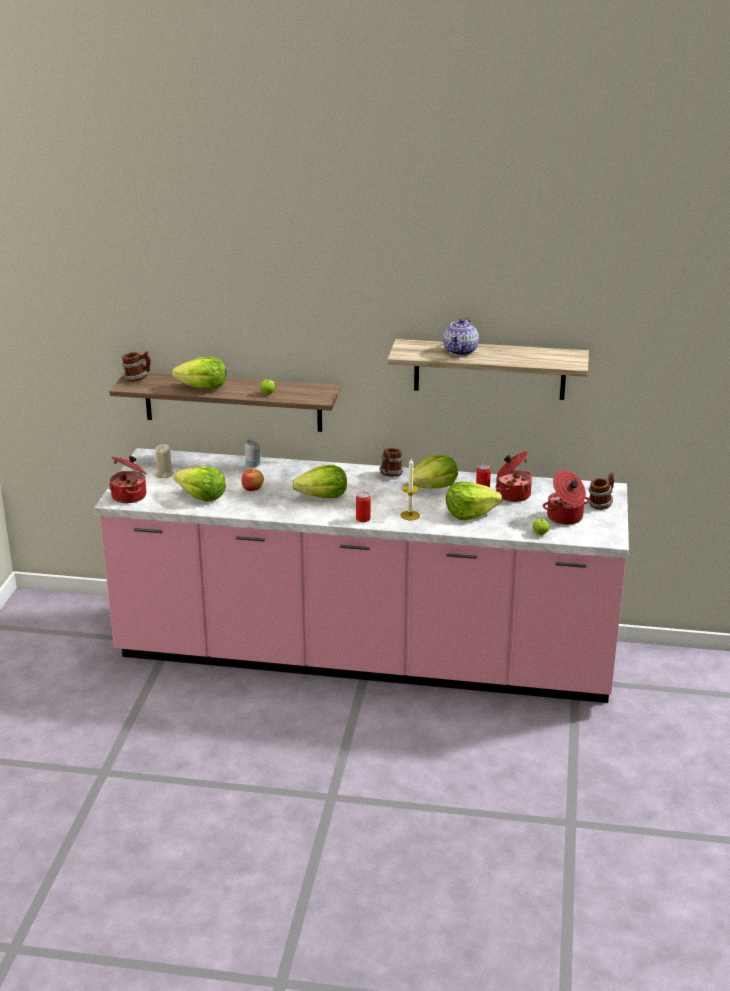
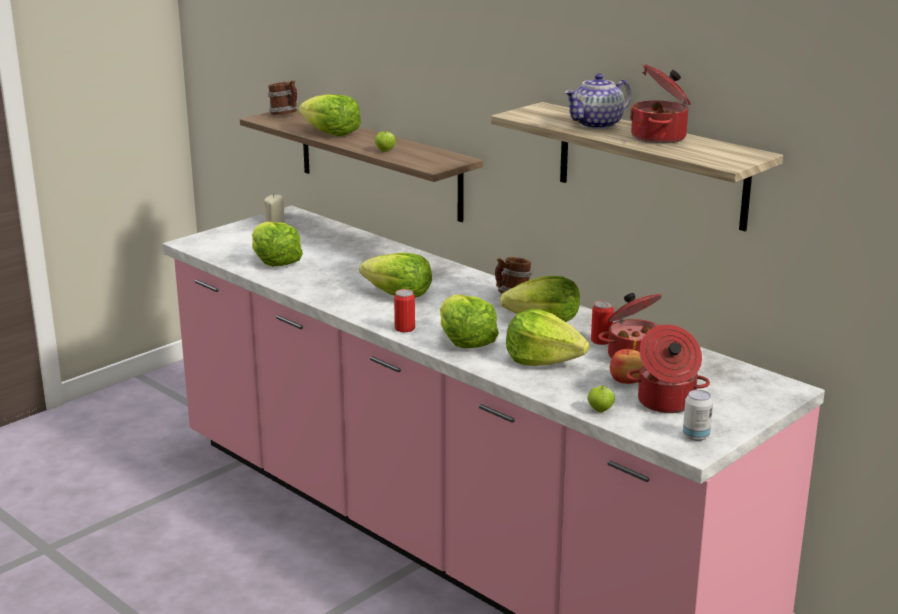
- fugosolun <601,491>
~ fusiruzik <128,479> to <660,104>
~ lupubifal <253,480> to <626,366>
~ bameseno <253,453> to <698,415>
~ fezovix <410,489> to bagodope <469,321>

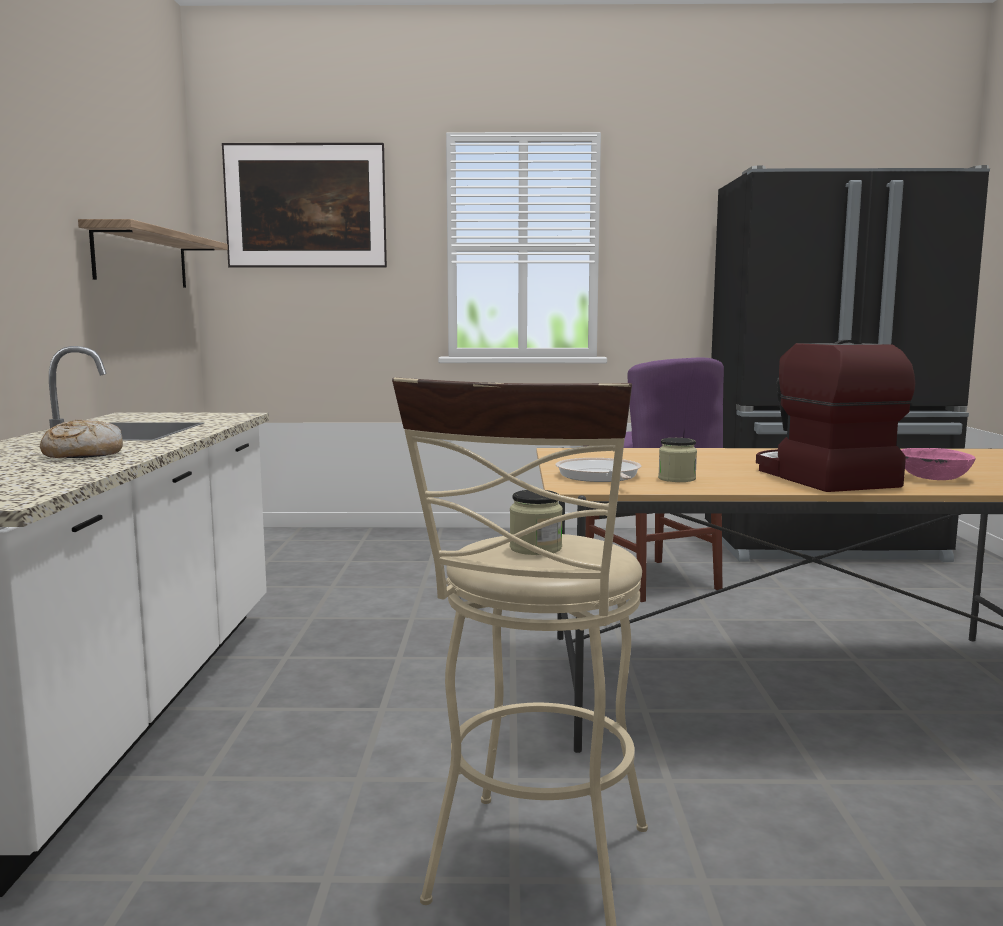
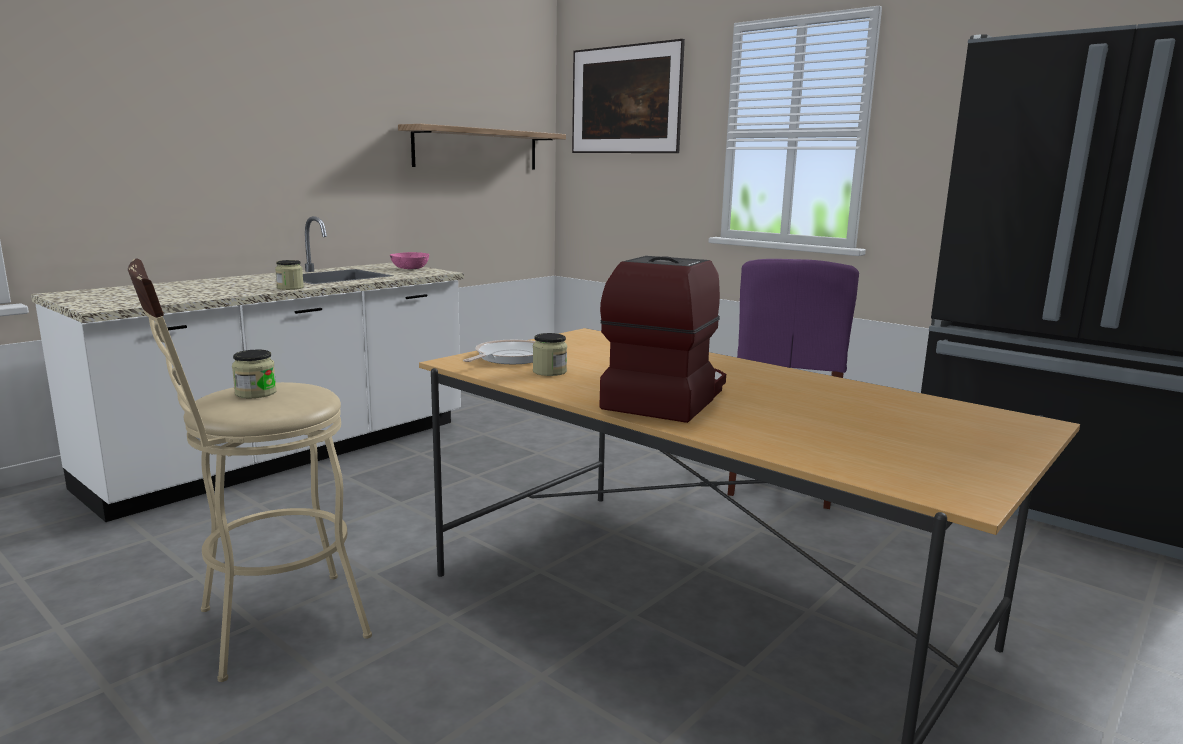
- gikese <81,438>
+ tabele <289,275>
~ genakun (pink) <938,464> to <409,261>

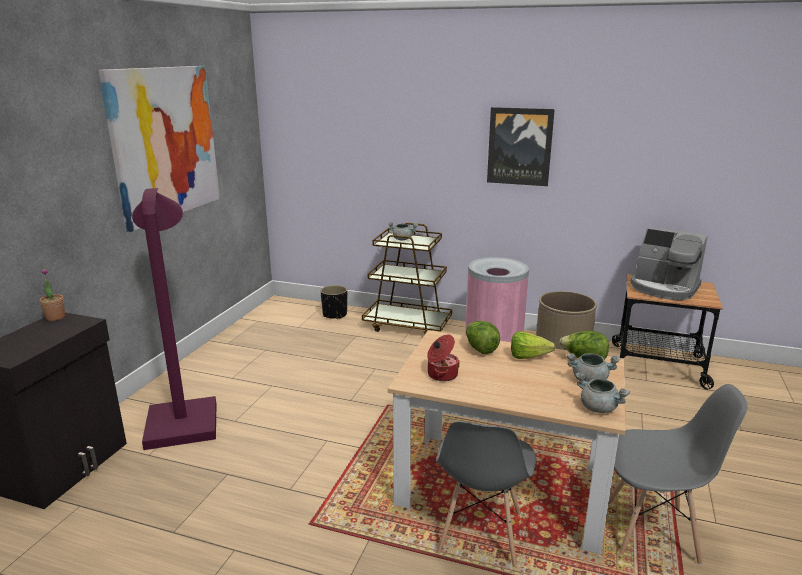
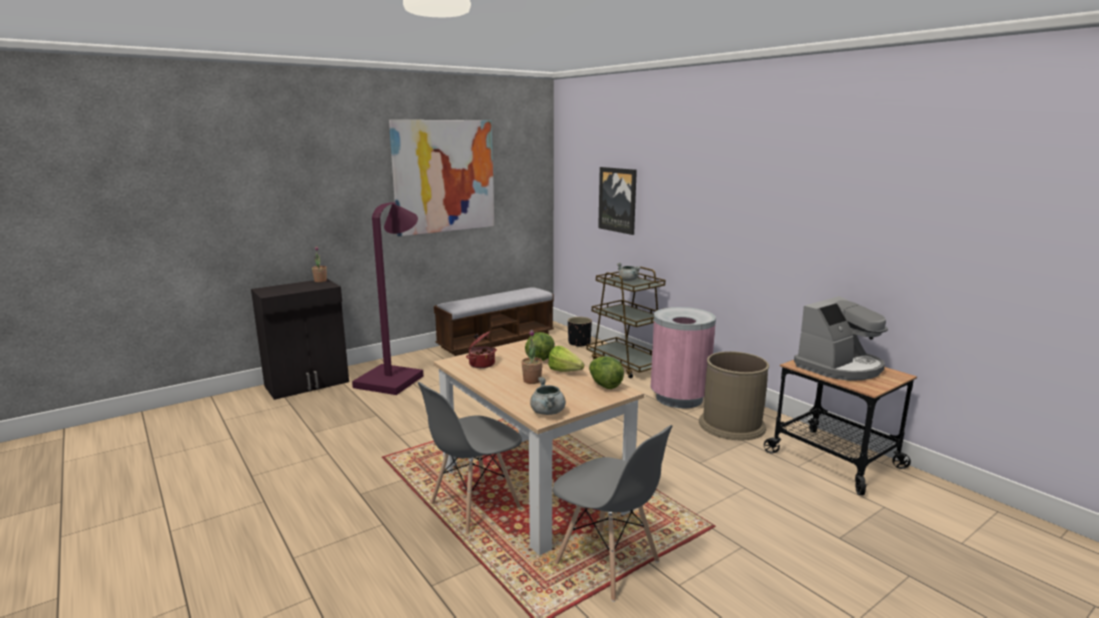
- fusiruzik (grey) <594,367>
+ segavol <494,321>
+ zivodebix <532,357>
~ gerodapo <521,146> to <617,201>
~ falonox <669,263> = <841,338> 105 degrees counterclockwise

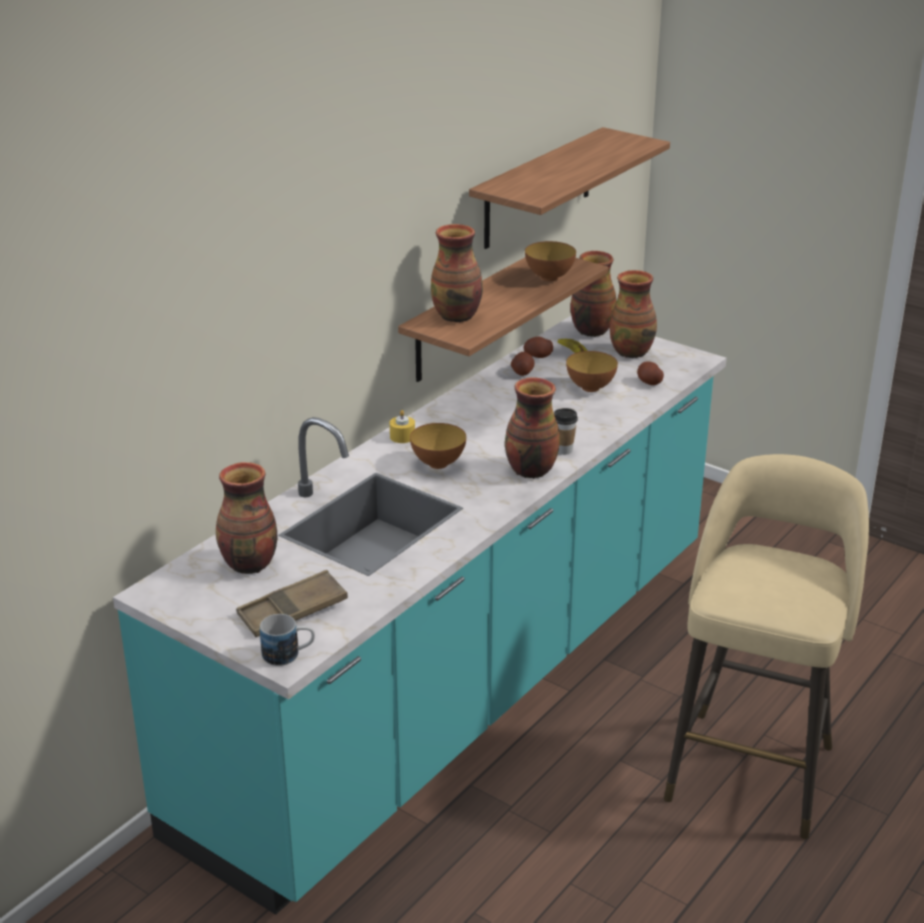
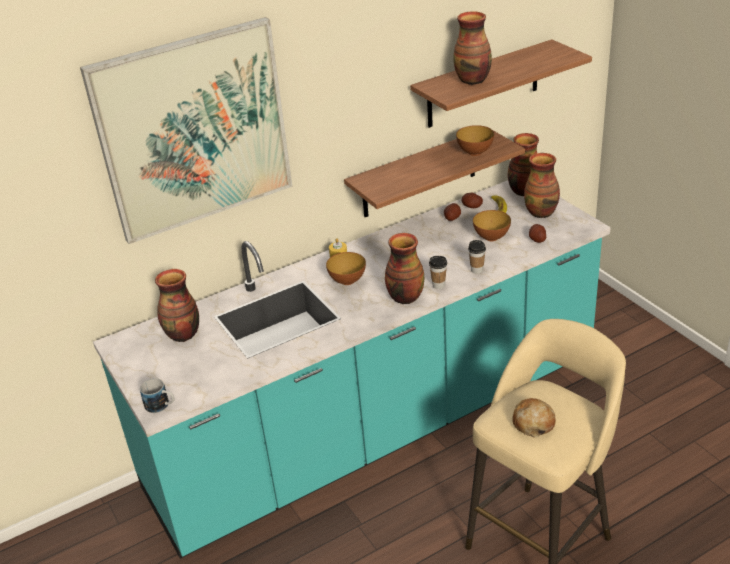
- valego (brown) <292,603>
+ gerodapo <186,130>
+ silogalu <477,257>
+ gikese <534,418>
~ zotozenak <457,273> to <472,48>

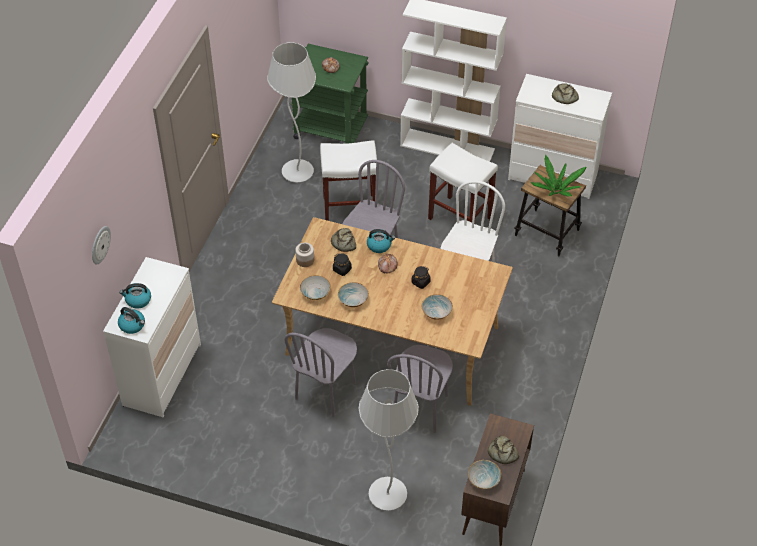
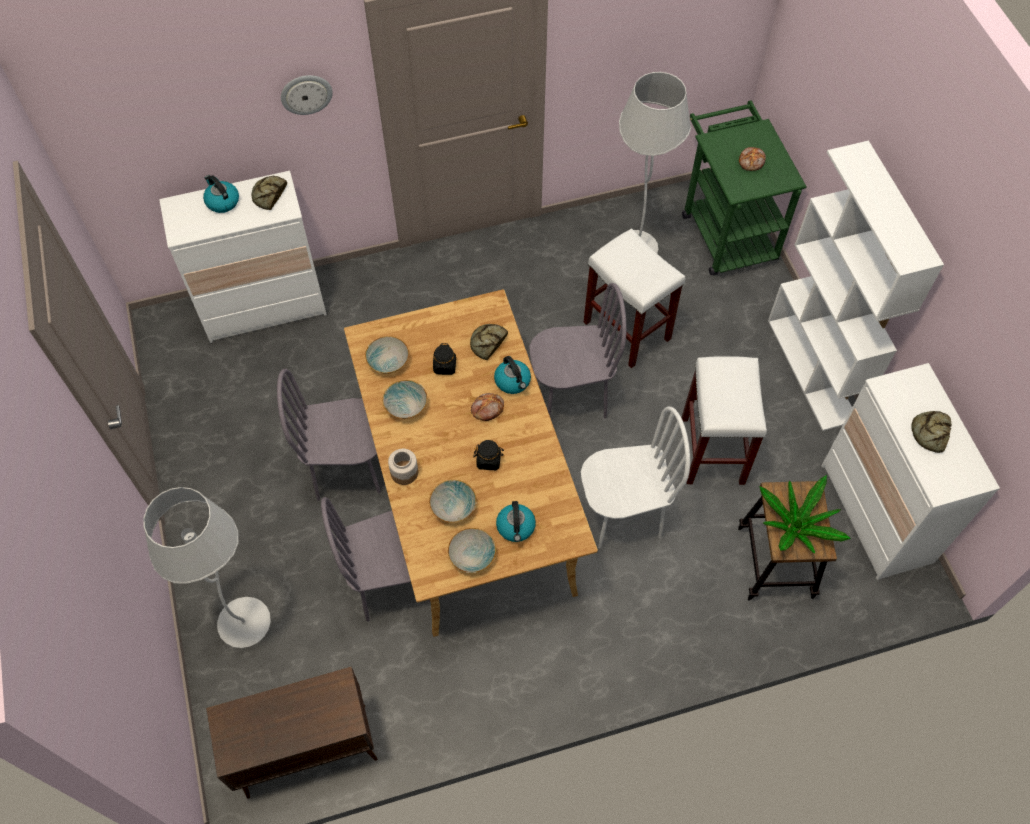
~ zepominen <101,245> to <307,95>
~ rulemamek <131,320> to <516,521>
~ tabele <304,255> to <403,467>
~ genakun <484,474> to <472,550>
~ gikese <503,450> to <269,193>

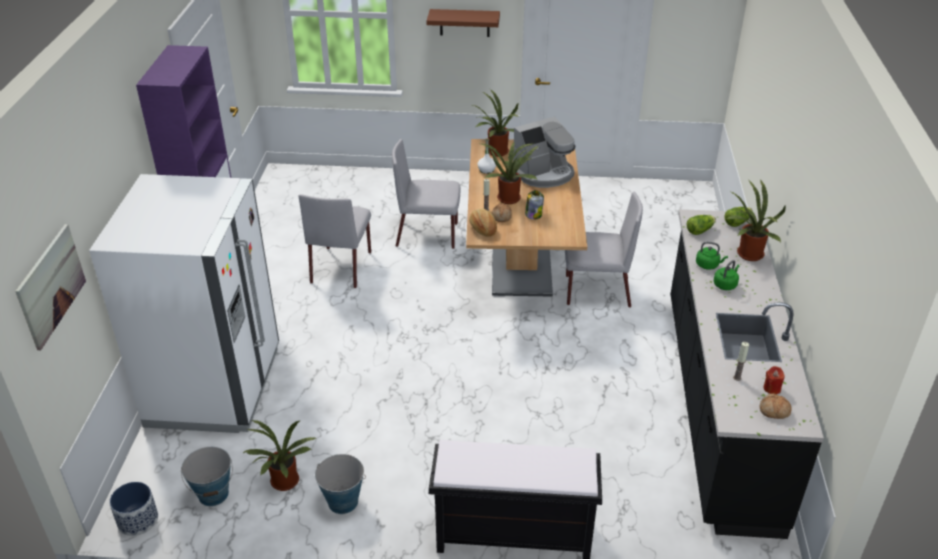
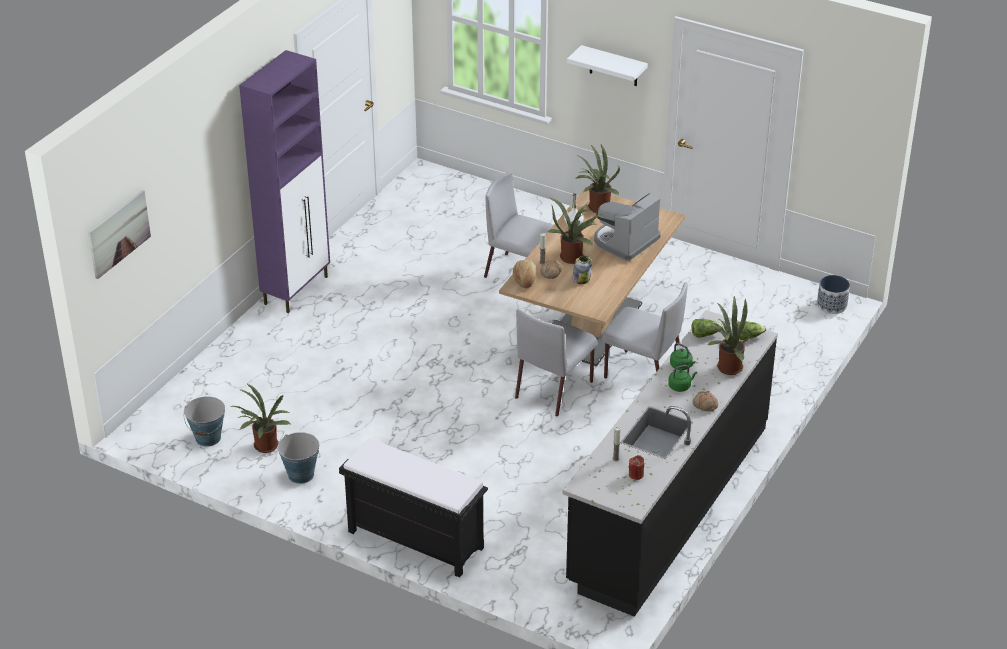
- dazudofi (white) <184,303>
~ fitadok <133,509> to <833,294>
~ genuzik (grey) <335,241> to <556,363>
~ gikese <776,406> to <705,401>
~ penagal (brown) <463,23> to penagal (white) <607,65>
~ falonox <544,152> = <627,227> 135 degrees clockwise

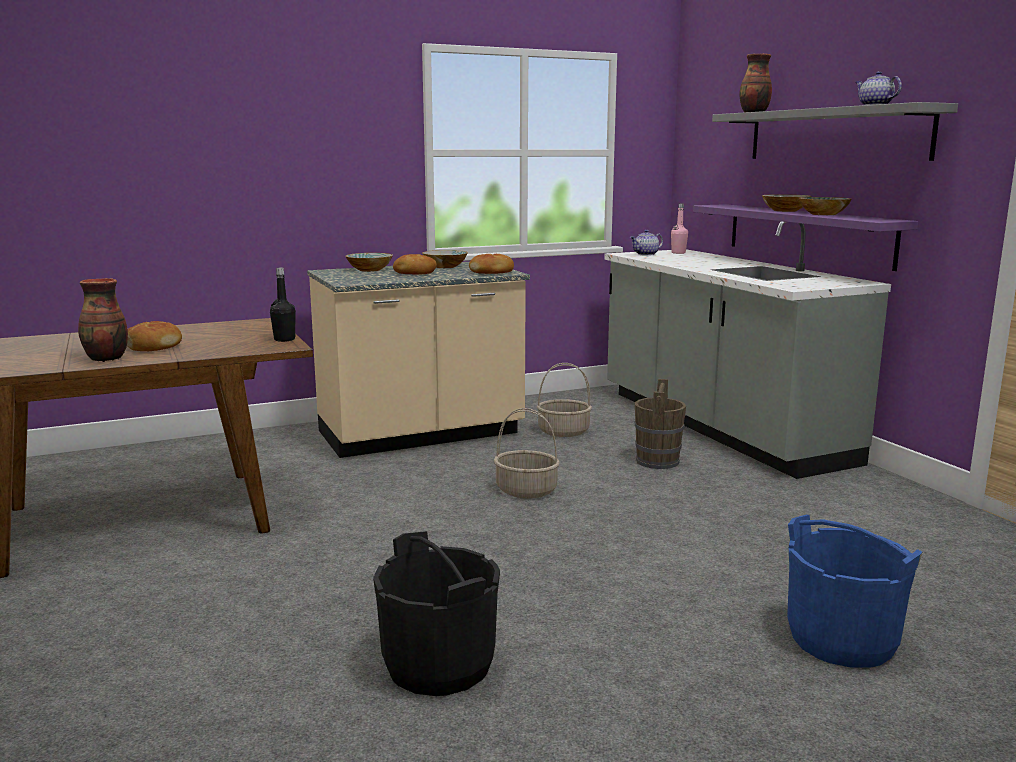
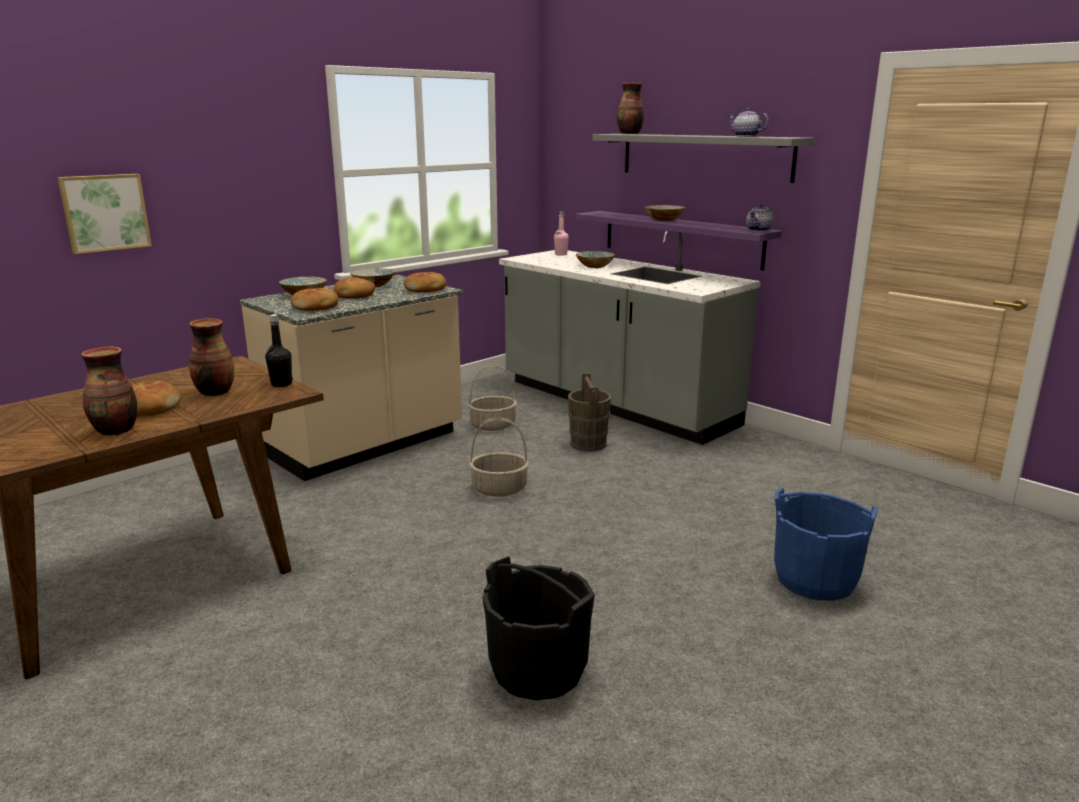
+ gerodapo <104,214>
+ zotozenak <211,357>
+ gikese <315,299>
~ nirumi <646,243> to <760,218>
~ genakun <825,206> to <595,259>

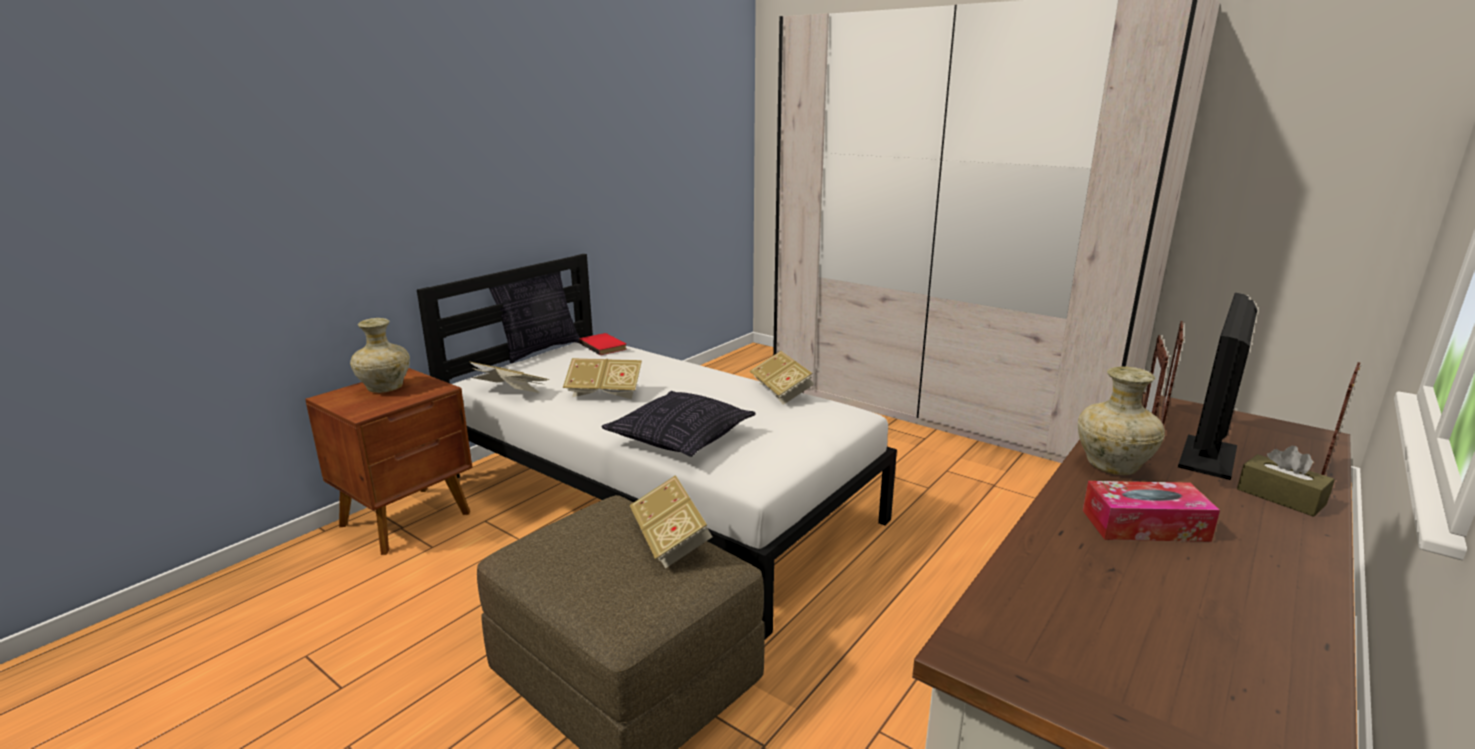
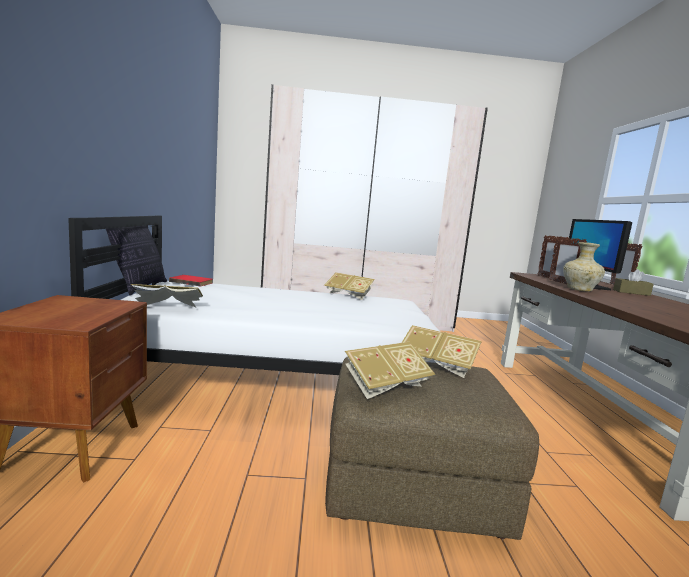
- zotozenak (beige) <380,355>
- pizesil <678,424>
- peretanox <1151,511>
~ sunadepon <602,378> to <390,370>

